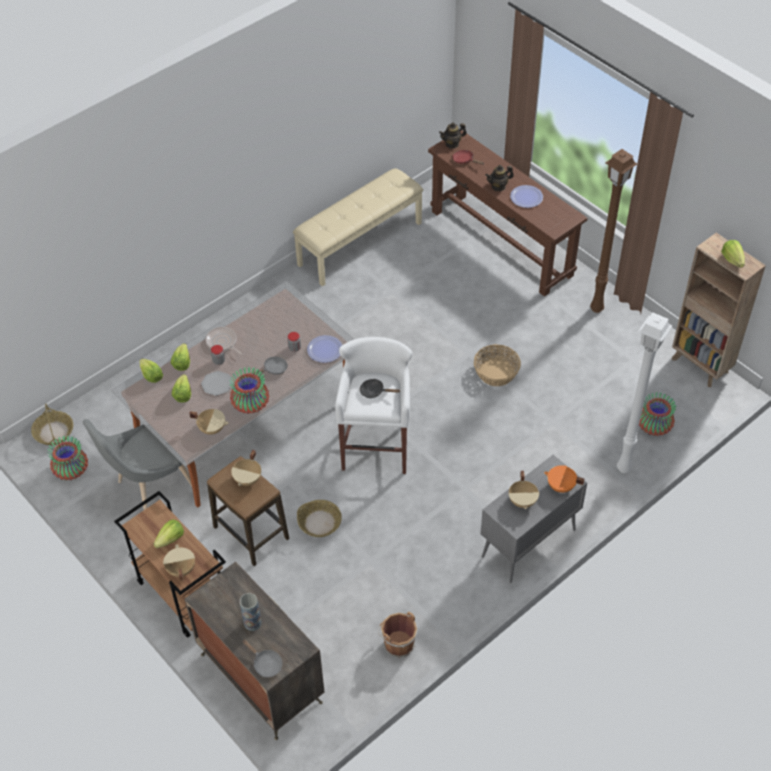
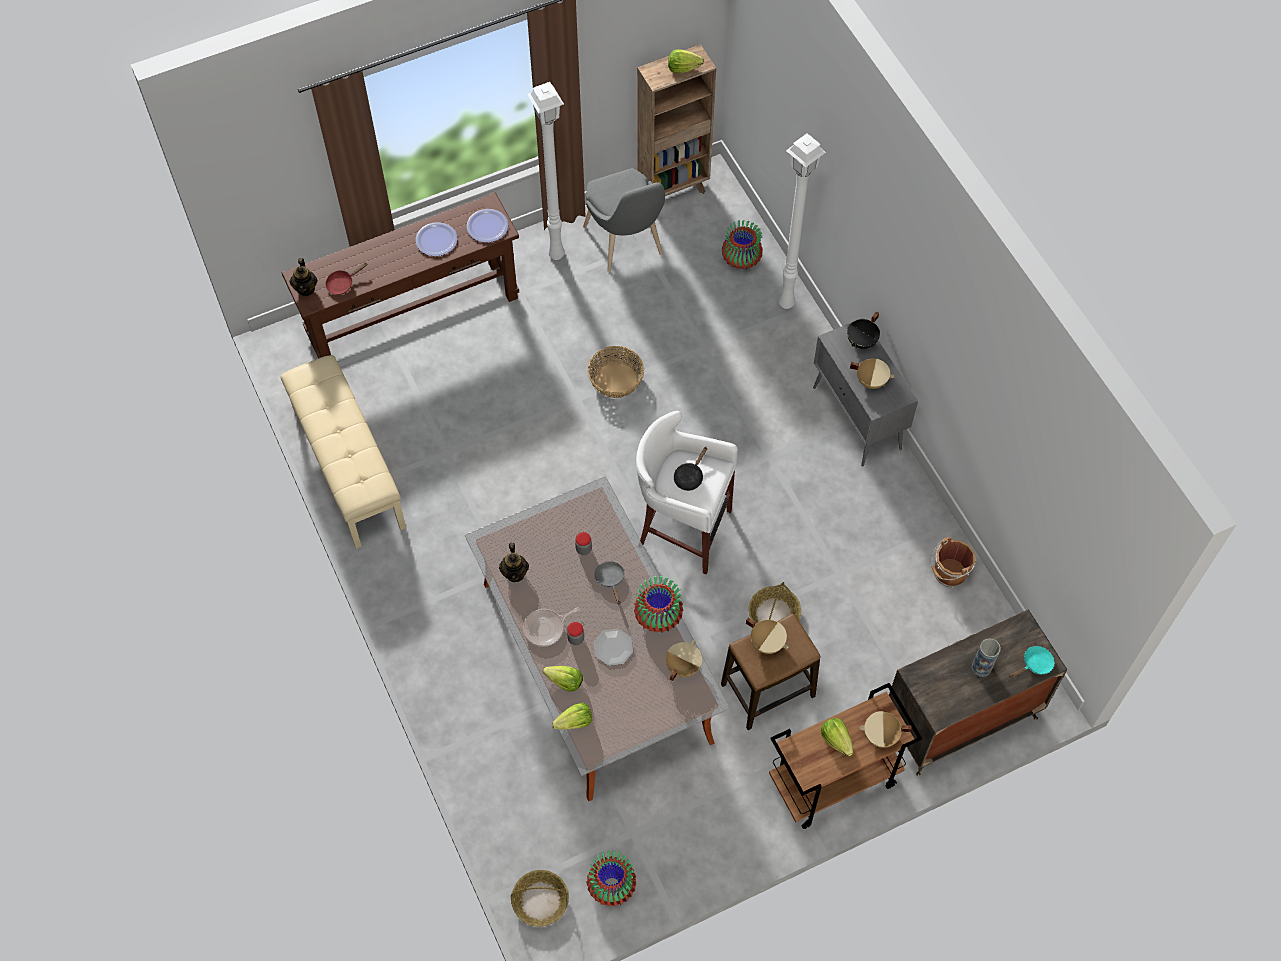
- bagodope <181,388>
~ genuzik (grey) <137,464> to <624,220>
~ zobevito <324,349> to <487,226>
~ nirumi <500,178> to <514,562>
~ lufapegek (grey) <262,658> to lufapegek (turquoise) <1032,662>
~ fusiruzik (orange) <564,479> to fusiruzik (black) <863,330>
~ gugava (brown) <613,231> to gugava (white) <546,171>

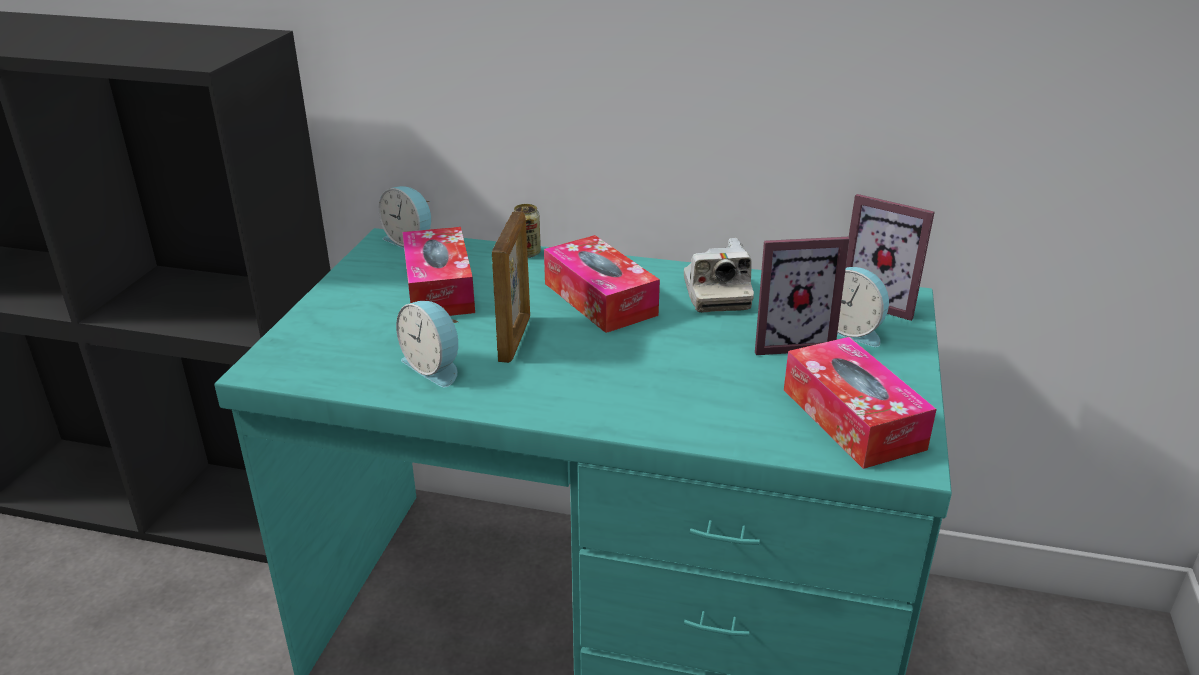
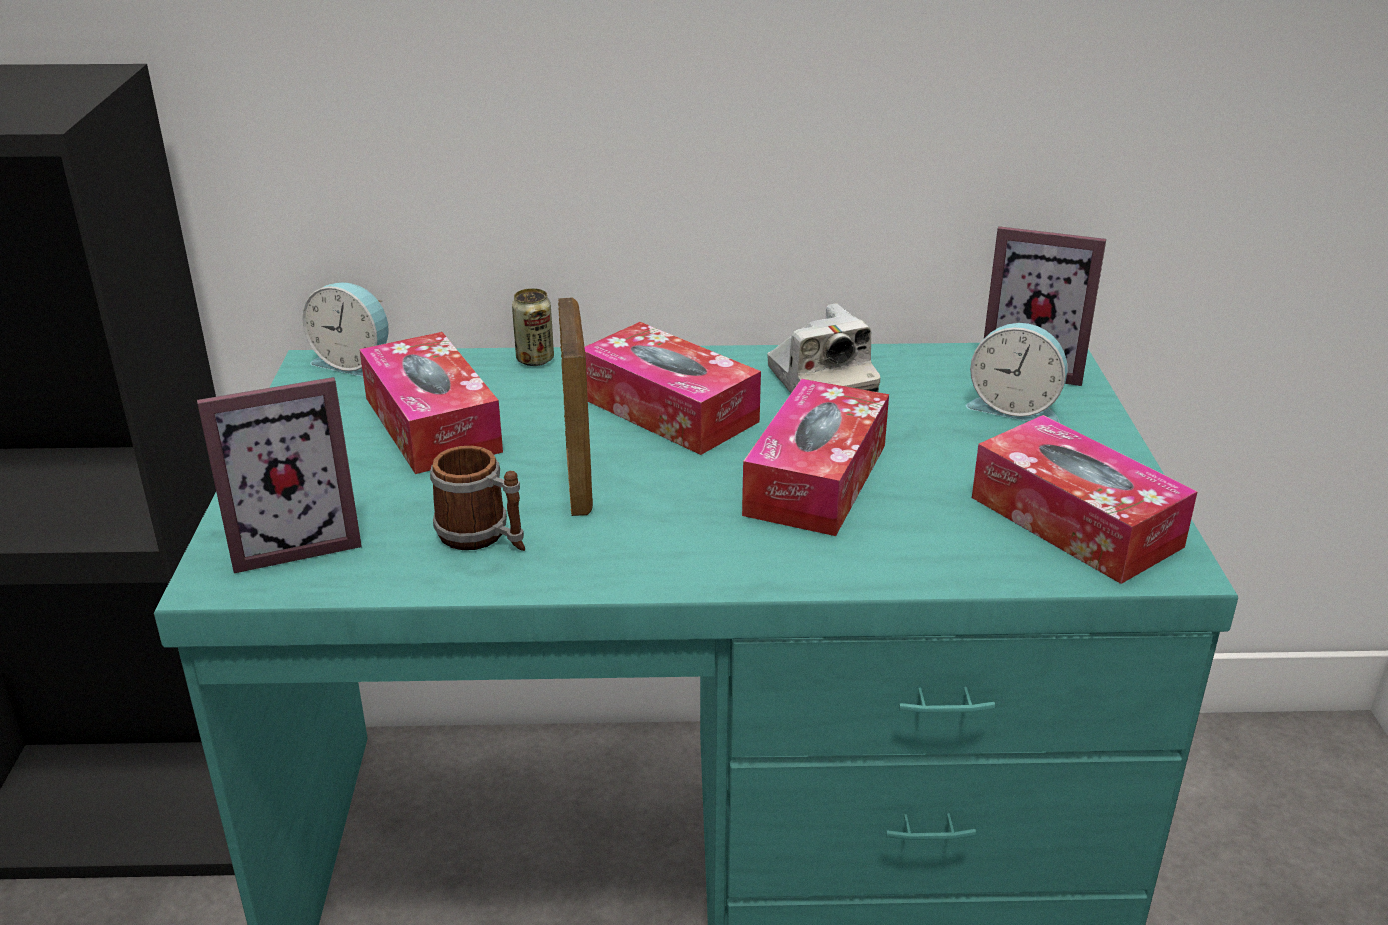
+ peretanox <815,457>
~ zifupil <802,296> to <279,475>
~ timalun <427,344> to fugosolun <477,498>

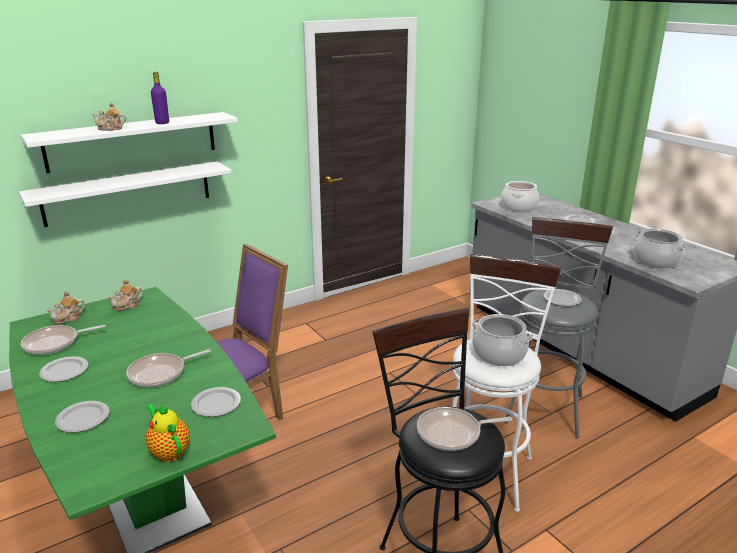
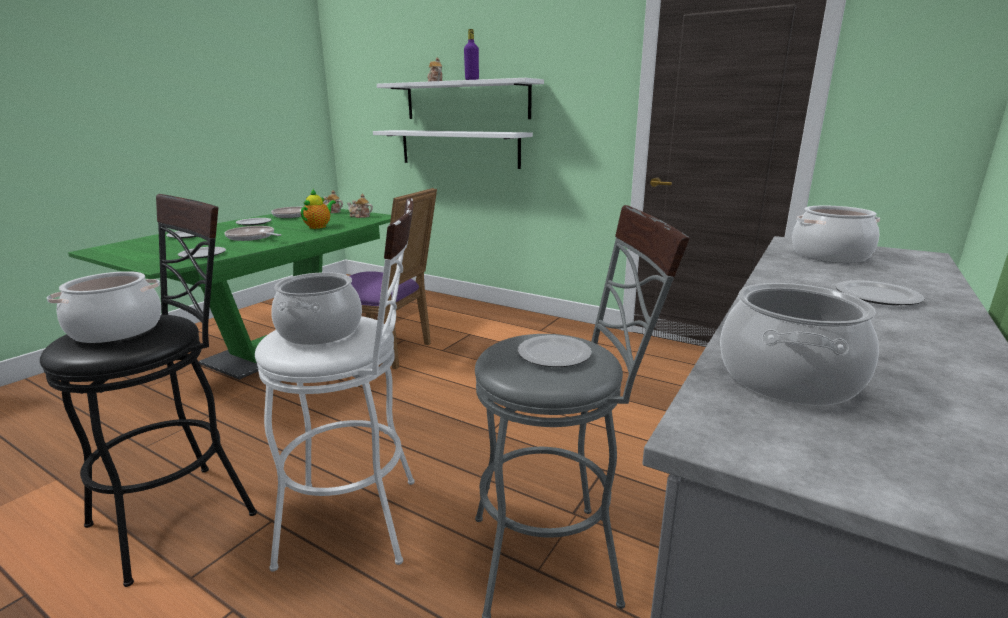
~ nirumi <168,433> to <318,209>
~ lufapegek <464,429> to fusiruzik <104,307>

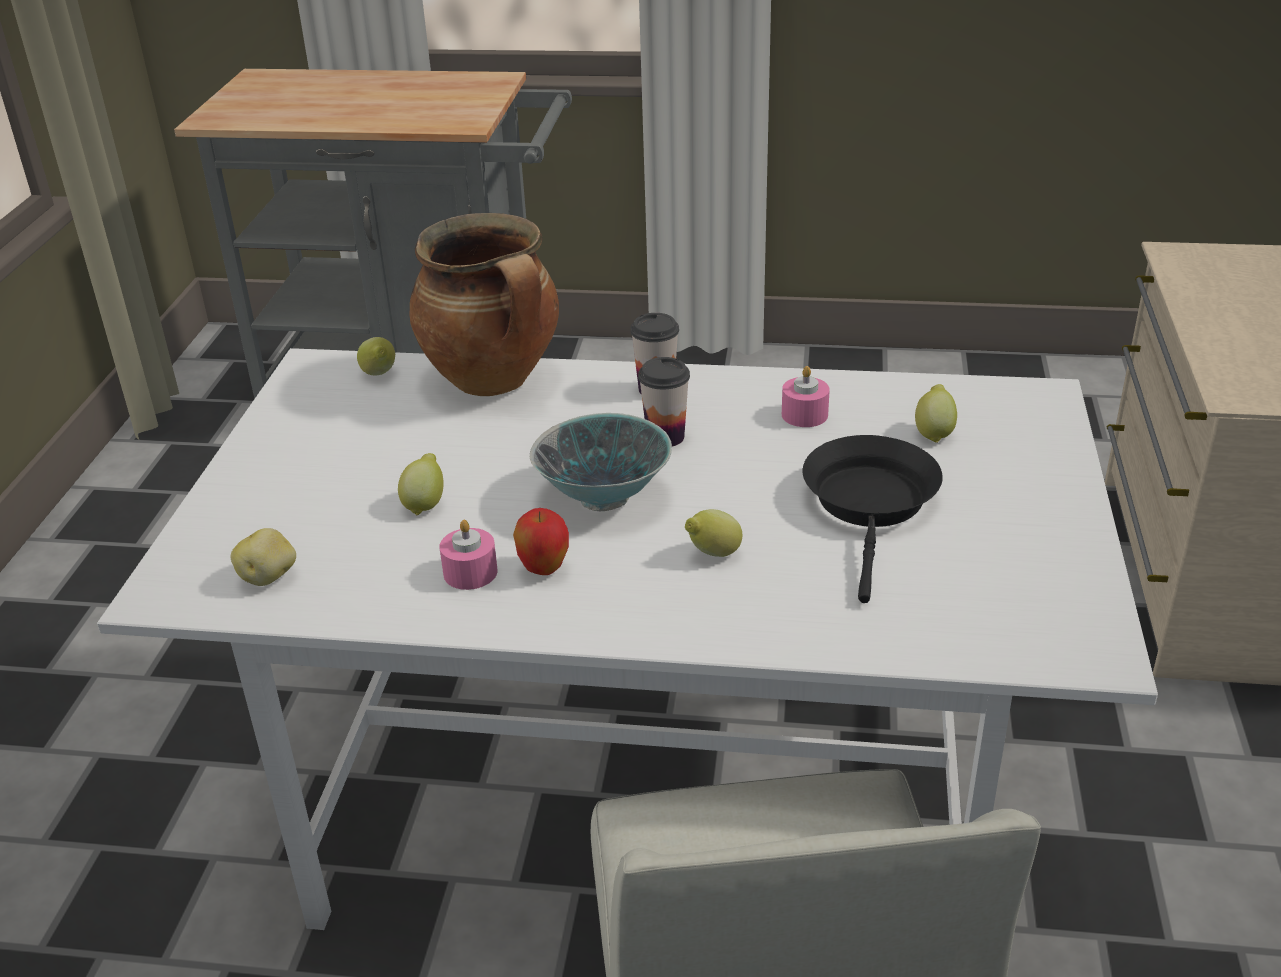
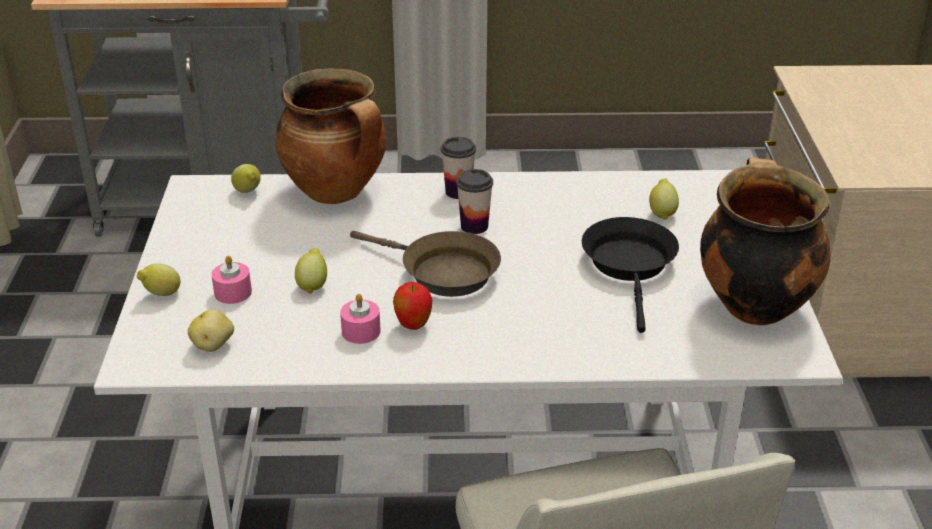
+ fusiruzik <765,241>
~ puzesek <713,533> to <158,279>
~ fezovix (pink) <806,396> to <231,280>
~ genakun <601,462> to lufapegek (brown) <425,264>

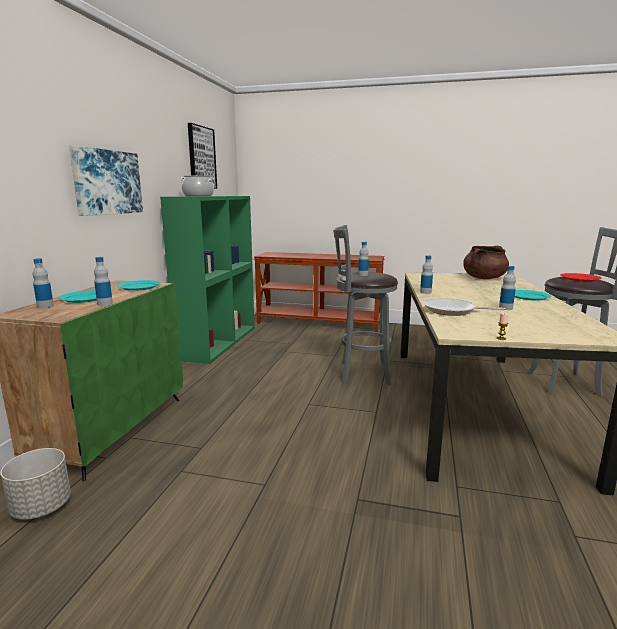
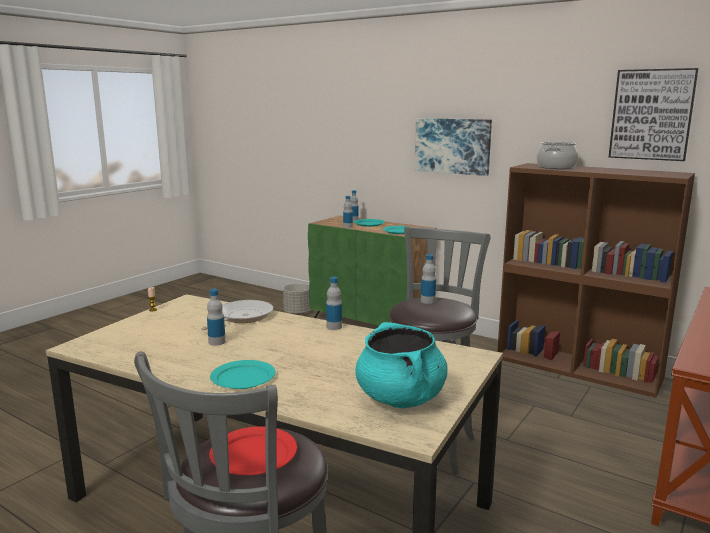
~ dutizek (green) <207,280> to dutizek (brown) <596,280>
~ fusiruzik (brown) <486,262> to fusiruzik (turquoise) <401,365>

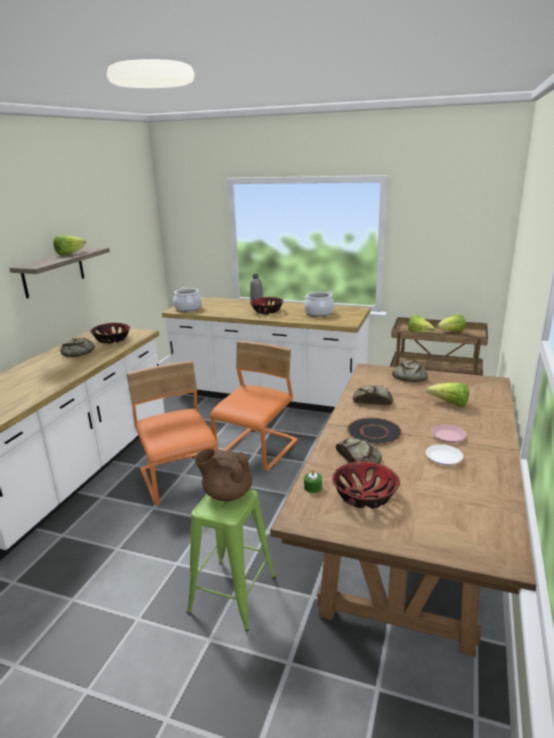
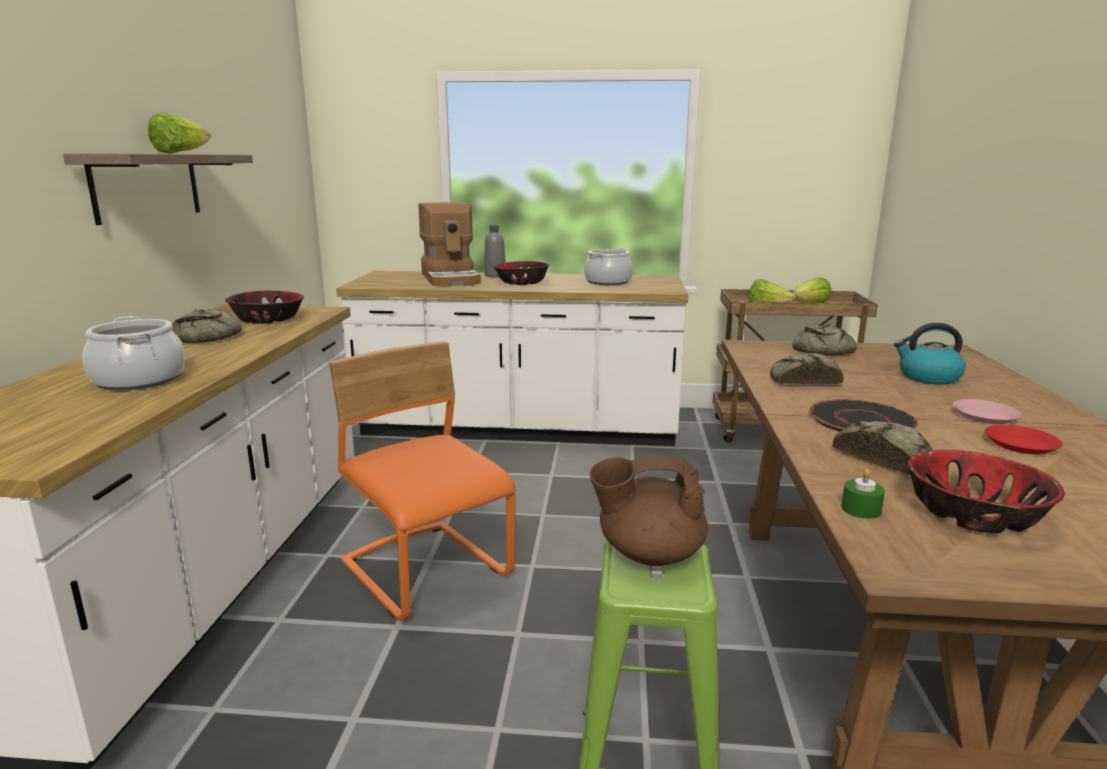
- genuzik (orange) <254,405>
+ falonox <449,244>
~ fusiruzik <187,299> to <133,353>
~ bagodope <447,394> to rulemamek <930,353>
~ zobevito (white) <444,454> to zobevito (red) <1024,440>

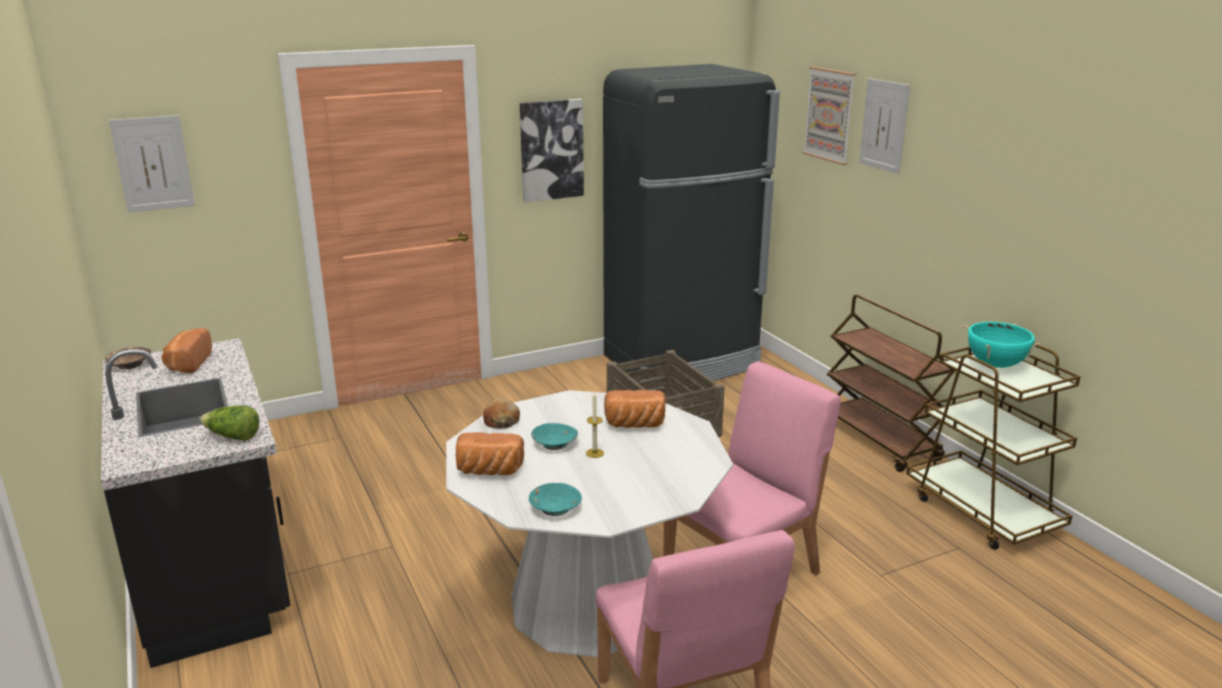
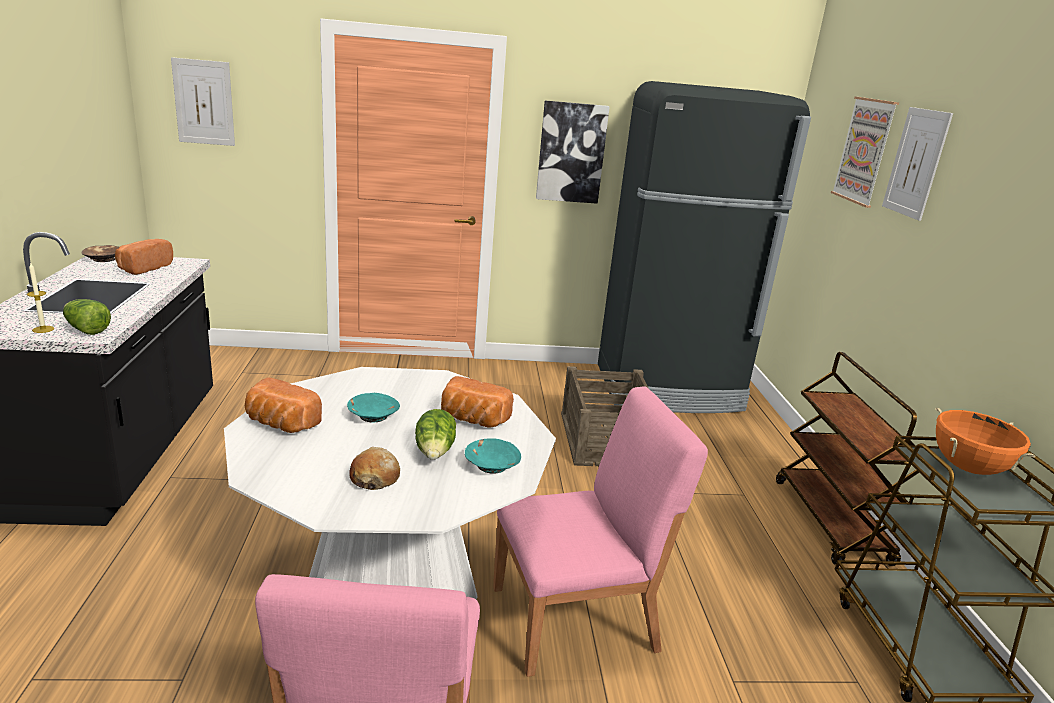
+ bagodope <435,434>
~ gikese <501,414> to <374,468>
~ genakun (turquoise) <555,499> to <493,456>
~ fezovix <595,424> to <40,298>
~ fusiruzik (turquoise) <1002,345> to fusiruzik (orange) <985,441>

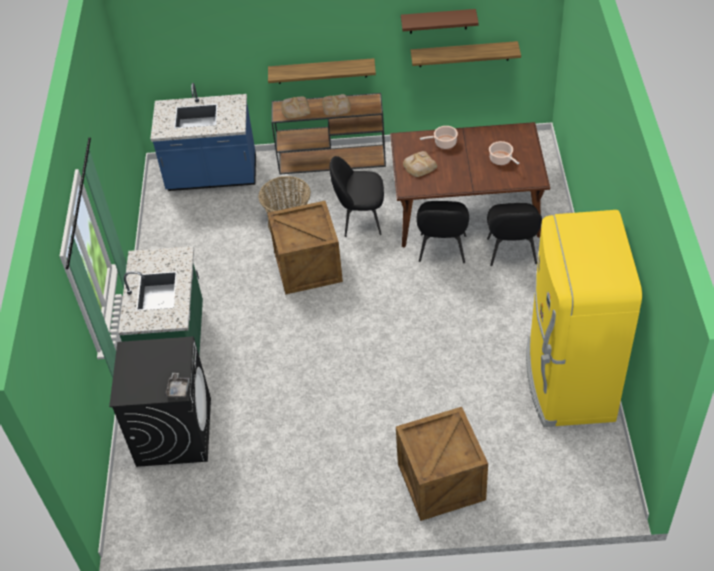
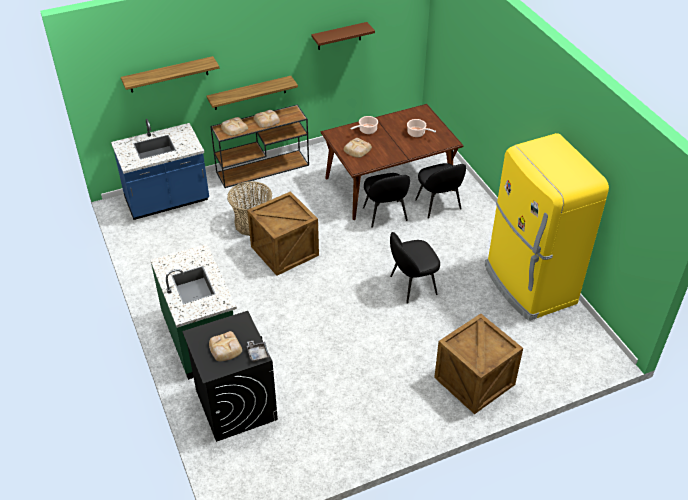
+ gikese <225,346>
~ genuzik (black) <357,196> to <415,268>
~ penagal <466,54> to <170,74>

